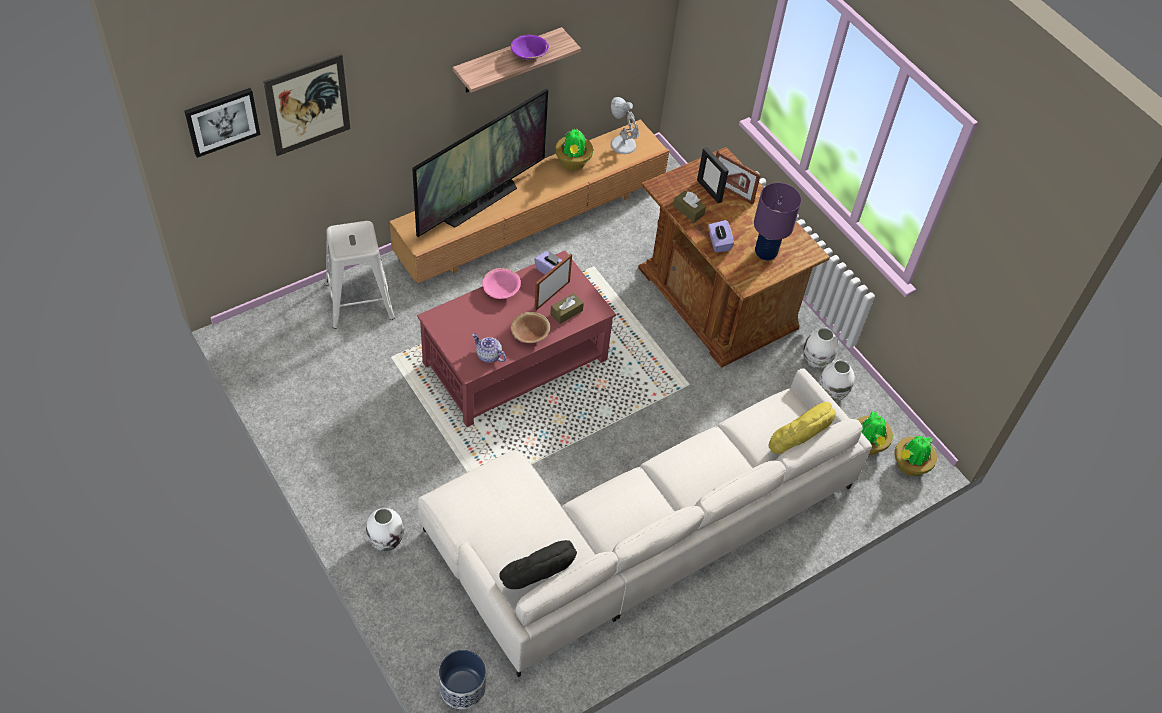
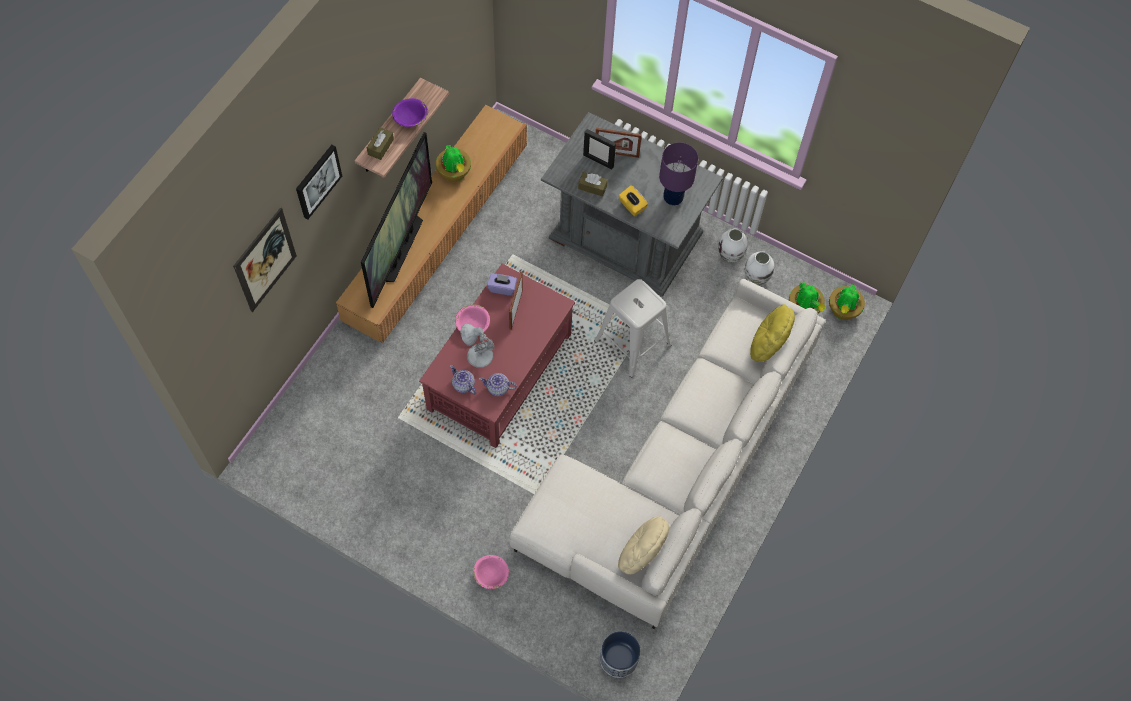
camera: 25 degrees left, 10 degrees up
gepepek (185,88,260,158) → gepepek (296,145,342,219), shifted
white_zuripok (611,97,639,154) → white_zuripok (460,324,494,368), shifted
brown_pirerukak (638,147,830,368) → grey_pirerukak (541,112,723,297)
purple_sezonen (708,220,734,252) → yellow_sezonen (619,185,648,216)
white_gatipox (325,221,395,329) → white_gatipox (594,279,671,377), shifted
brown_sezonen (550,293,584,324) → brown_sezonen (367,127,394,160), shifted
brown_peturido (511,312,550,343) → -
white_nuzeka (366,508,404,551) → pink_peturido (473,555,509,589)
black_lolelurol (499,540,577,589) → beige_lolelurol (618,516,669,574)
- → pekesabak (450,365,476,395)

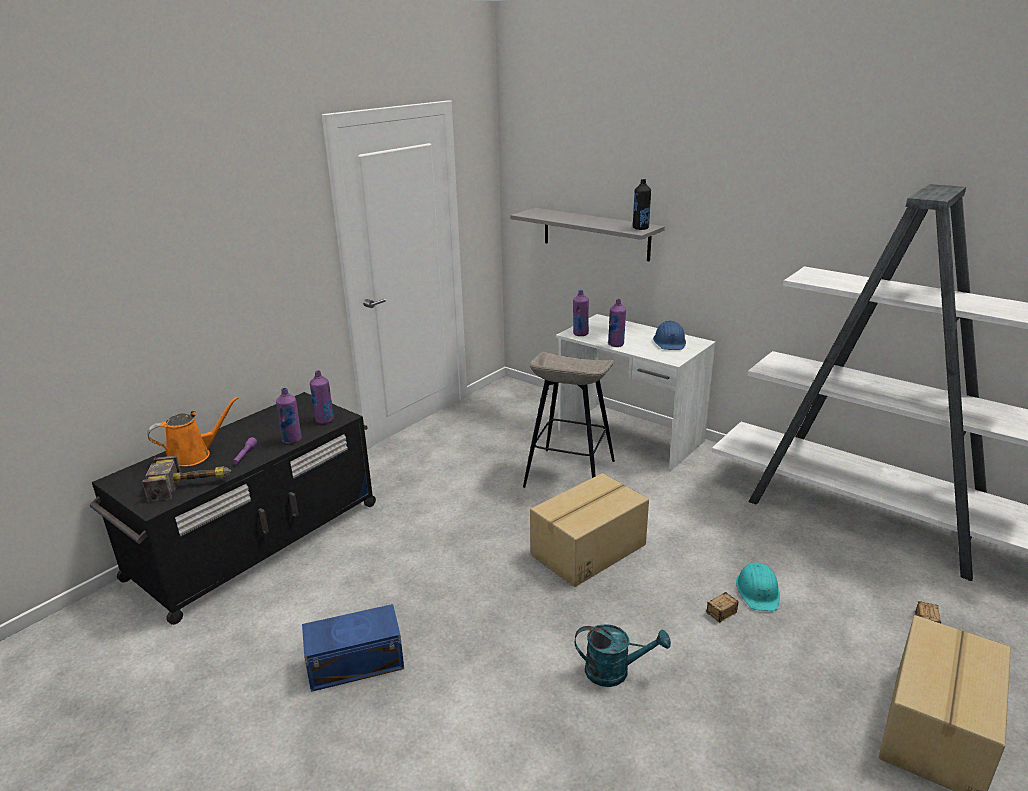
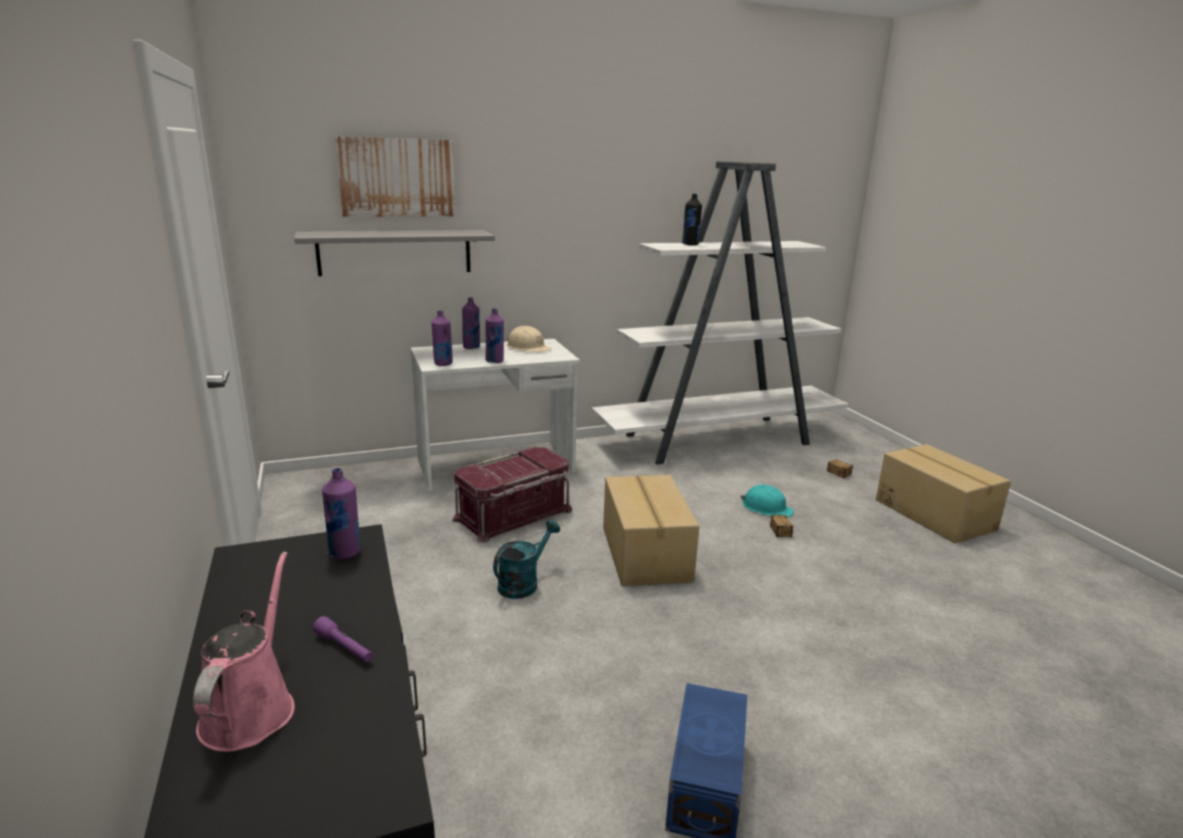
camera: 60 degrees left, 5 degrees down
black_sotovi (633,179,651,230) → black_sotovi (682,194,702,246), shifted
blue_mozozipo (653,321,686,350) → beige_mozozipo (506,326,552,352)
grey_gatipox (523,352,615,488) → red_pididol (452,447,572,543)
purple_sotovi (276,388,302,444) → purple_sotovi (462,297,480,349), shifted
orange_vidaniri (147,396,238,467) → pink_vidaniri (193,552,295,752)
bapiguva (142,456,231,502) → -
turquoise_vidaniri (575,624,671,687) → turquoise_vidaniri (493,520,560,599), shifted
- → gepepek (335,136,456,217)

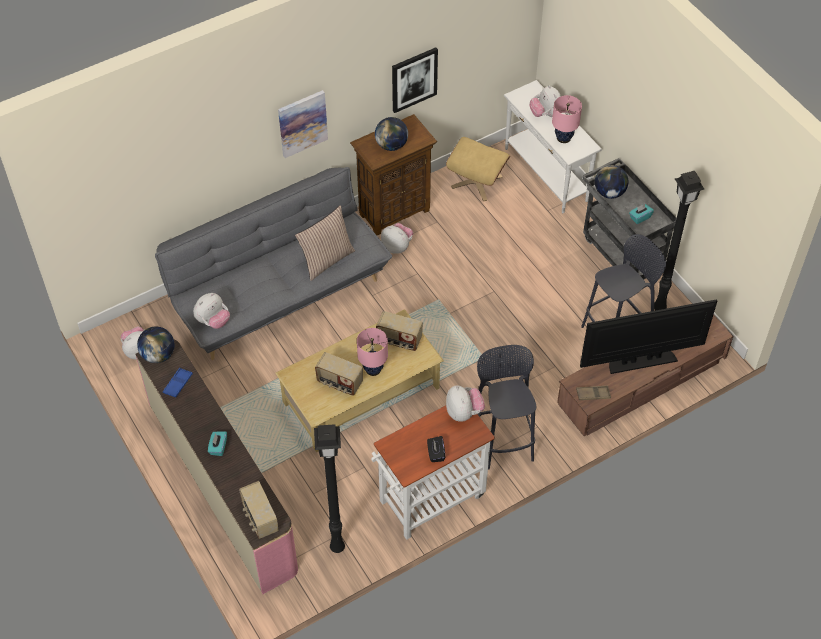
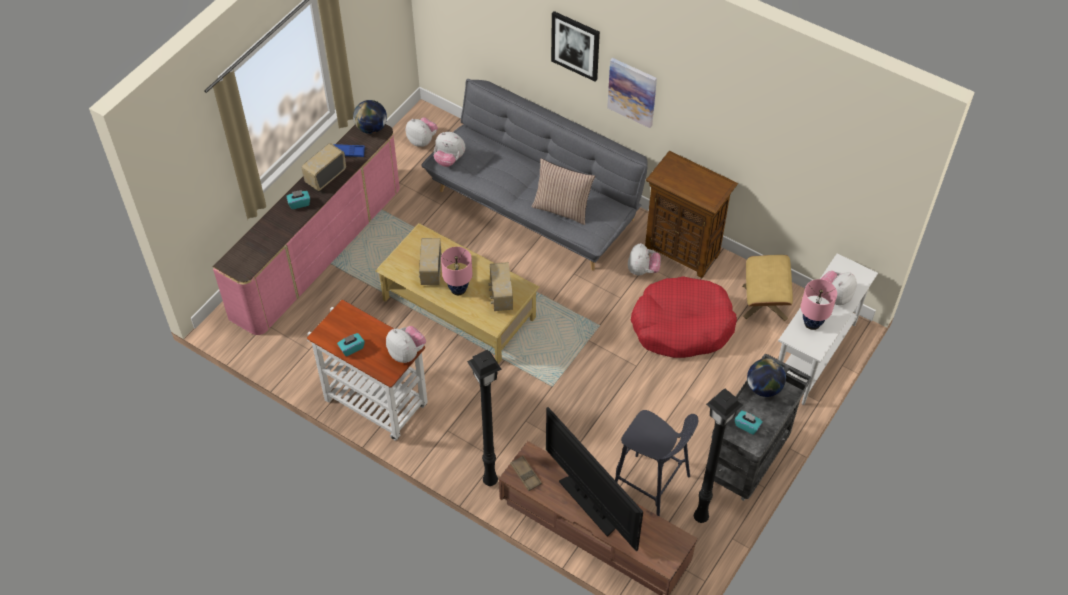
camera: 65 degrees right, 0 degrees up
gepepek (392,47,438,113) → gepepek (551,11,600,82), shifted
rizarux (375,117,408,151) → -
grey_gatipox (477,345,536,470) → -
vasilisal (446,385,485,422) → vasilisal (386,326,426,363), 90 degrees counterclockwise
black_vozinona (314,424,345,553) → black_vozinona (467,349,502,486), shifted
black_sezonen (427,436,445,462) → turquoise_sezonen (337,333,365,356)
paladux (239,481,279,539) → paladux (302,143,346,191), shifted
- → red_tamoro (630,276,737,358)

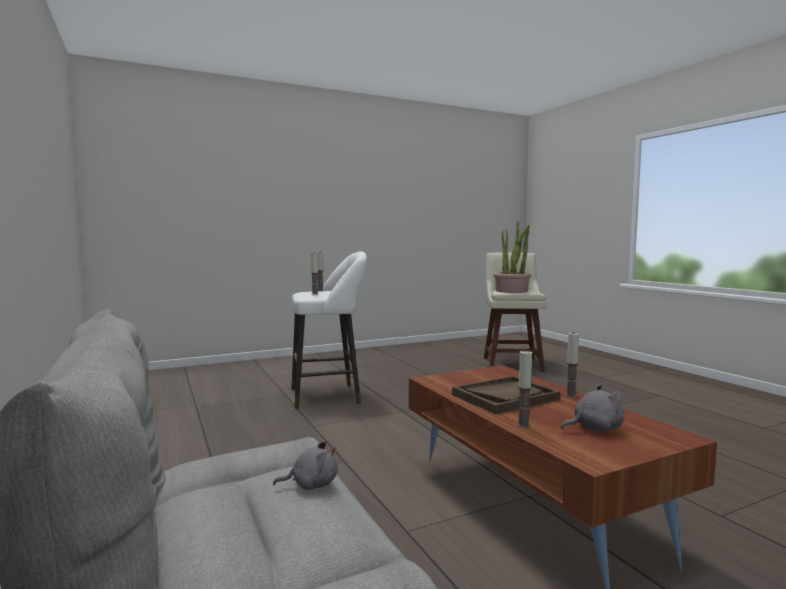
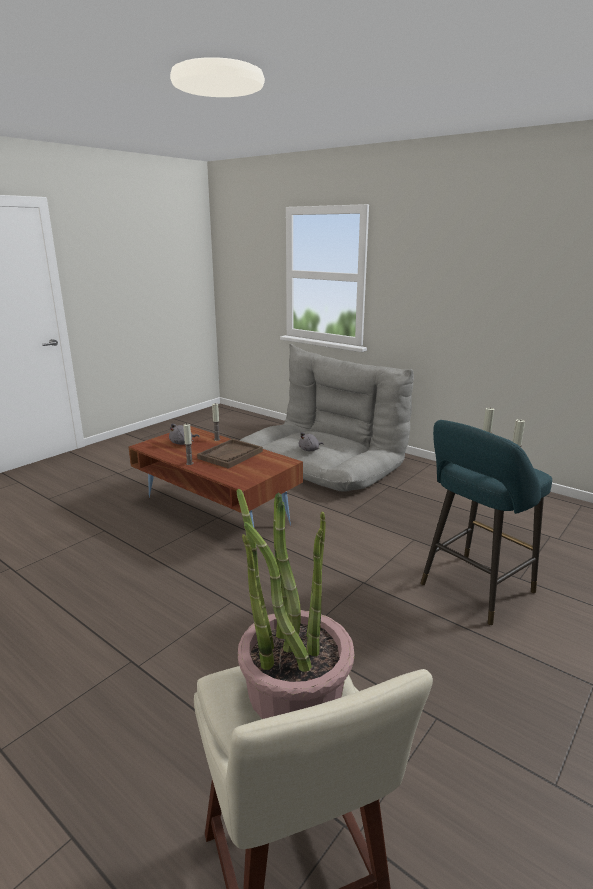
camera: 155 degrees right, 15 degrees up
white_gatipox (291,251,367,409) → turquoise_gatipox (420,420,552,625)

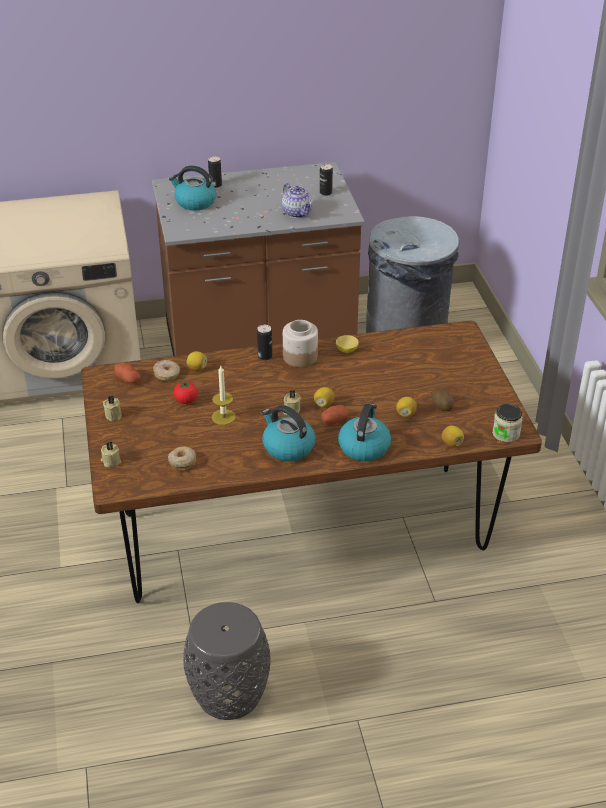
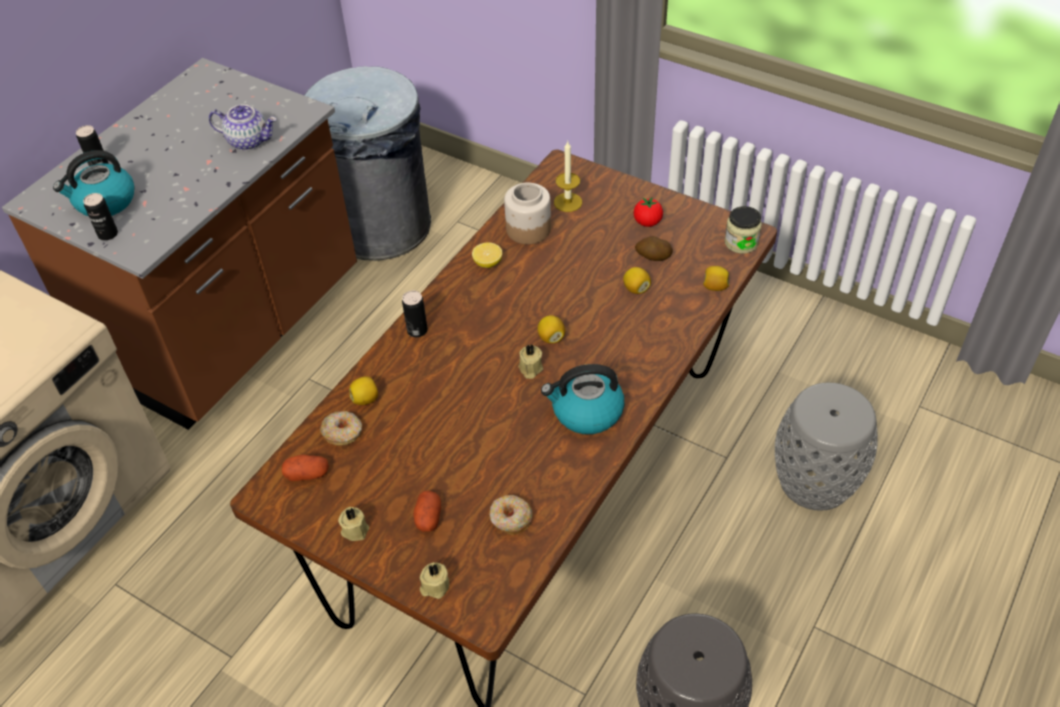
camera: 45 degrees left, 10 degrees up
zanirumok (320,164,333,196) → zanirumok (83,193,118,240), shifted
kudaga (283,320,318,367) → kudaga (504,182,551,244), shifted
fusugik (212,366,236,425) → fusugik (554,141,582,212), shifted
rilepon (174,379,198,404) → rilepon (633,197,663,227), shifted
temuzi (338,404,391,461) → -
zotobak (321,405,349,426) → zotobak (413,491,441,532), shifted
- → grey_gatipox (775,383,878,511)

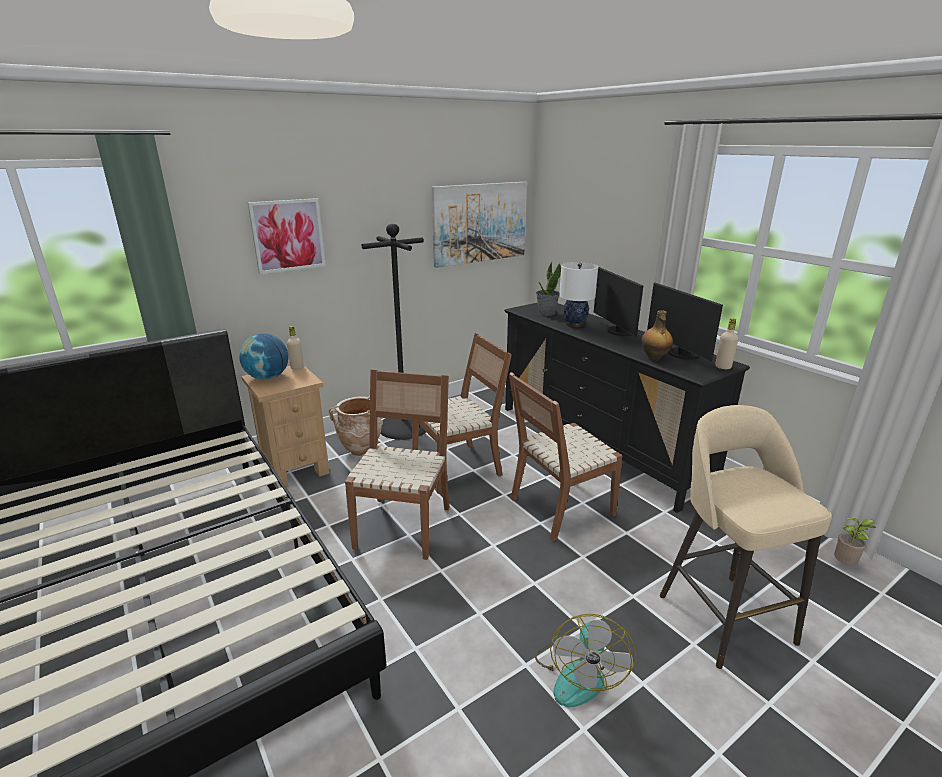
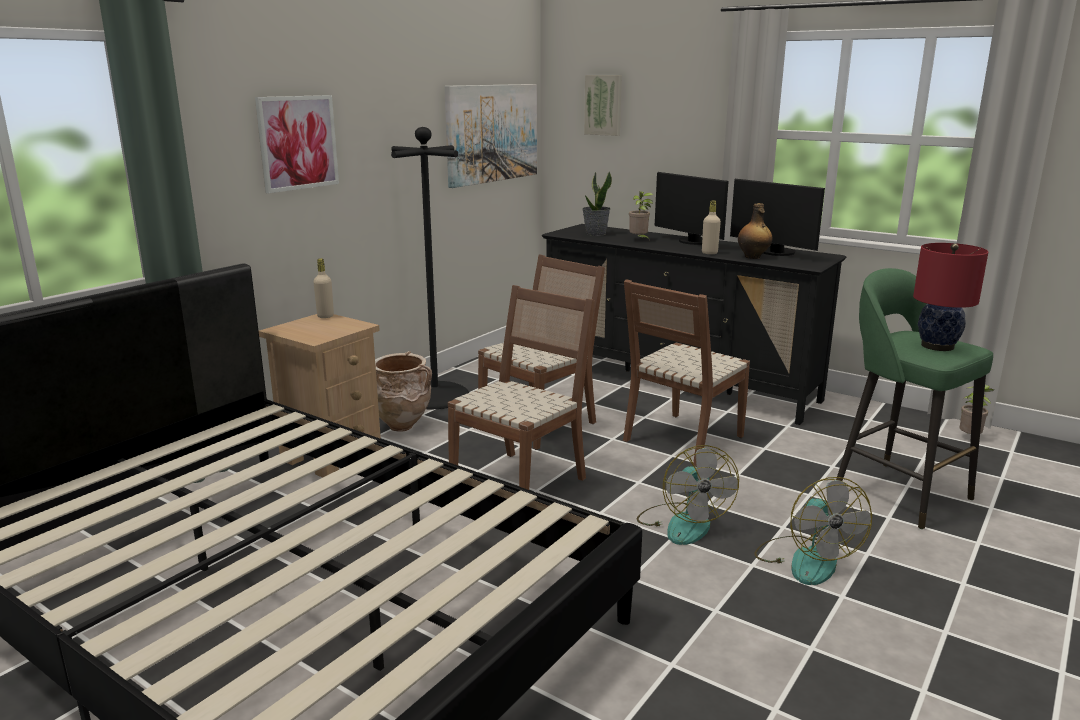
camera: 20 degrees left, 5 degrees down
white_zuripok (559,262,598,328) → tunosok (629,191,653,240)
beige_sotovi (715,318,738,369) → beige_sotovi (702,201,721,254), shifted
rizarux (239,333,289,380) → -
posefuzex (345,370,450,560) → posefuzex (448,285,595,490), 45 degrees clockwise
beige_gatipox (660,405,832,669) → green_gatipox (836,268,993,529)
- → gepepek (584,75,622,136)
- → red_zuripok (913,243,988,351)
- → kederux (637,445,739,545)

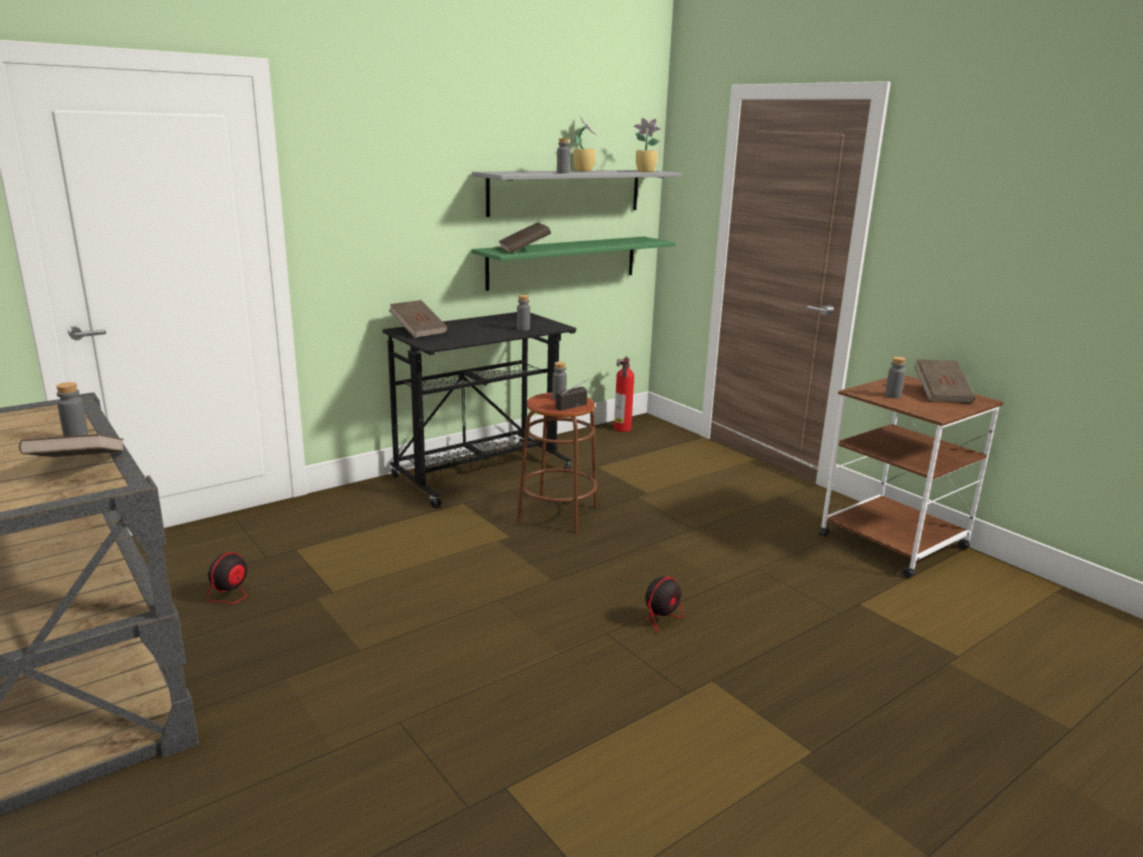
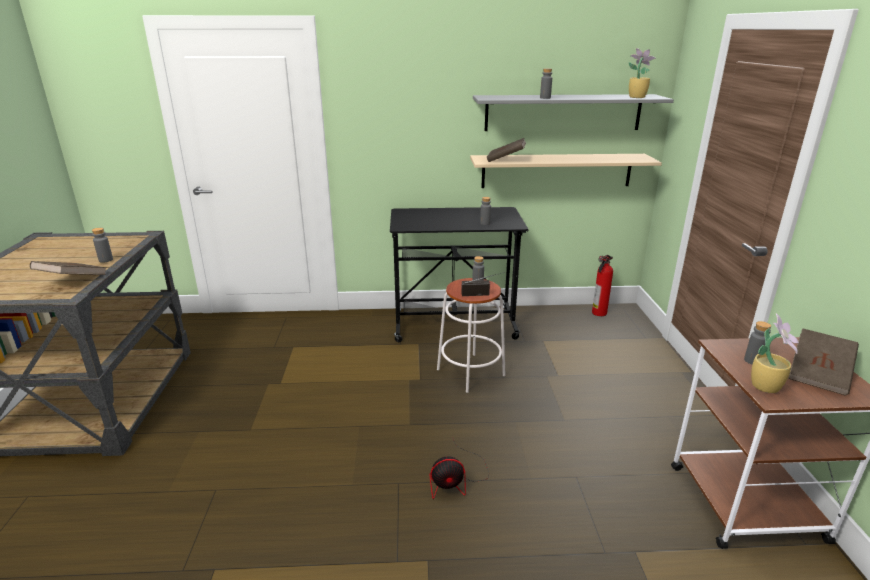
camera: 35 degrees right, 5 degrees up
tunosok (573,116,597,171) → tunosok (751,314,799,393), shifted
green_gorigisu (471,237,676,291) → beige_gorigisu (470,154,662,188)
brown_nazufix (389,300,448,338) → -
brown_gatipox (517,393,597,534) → white_gatipox (437,278,506,393)
kederux (196,552,281,637) → -

